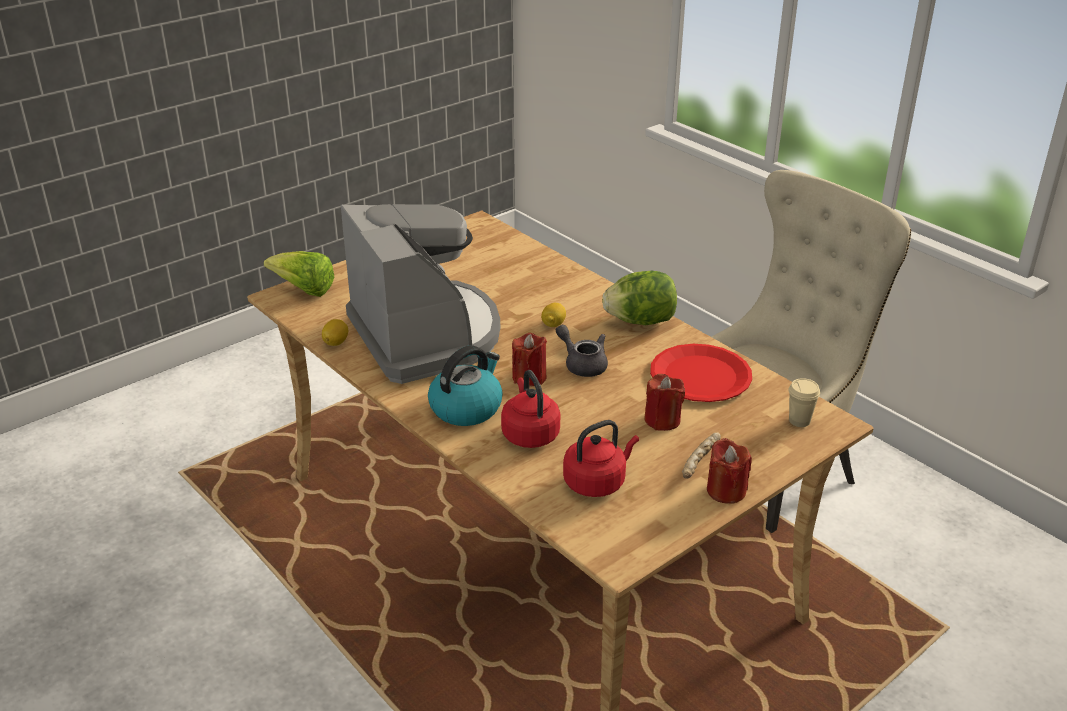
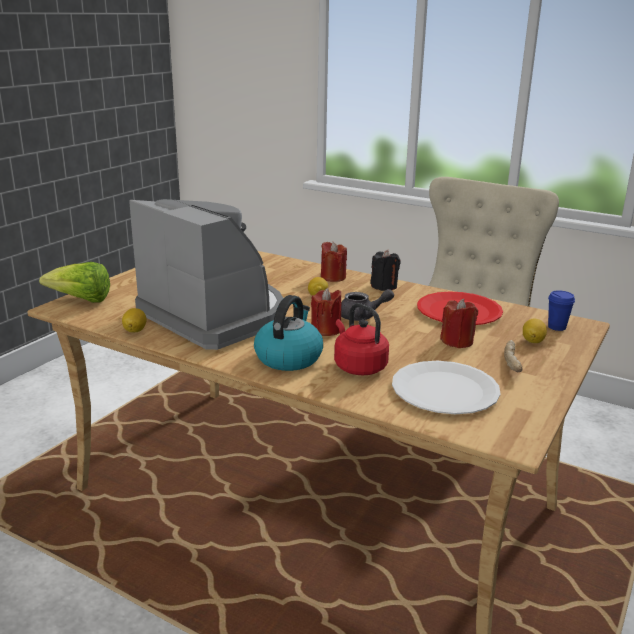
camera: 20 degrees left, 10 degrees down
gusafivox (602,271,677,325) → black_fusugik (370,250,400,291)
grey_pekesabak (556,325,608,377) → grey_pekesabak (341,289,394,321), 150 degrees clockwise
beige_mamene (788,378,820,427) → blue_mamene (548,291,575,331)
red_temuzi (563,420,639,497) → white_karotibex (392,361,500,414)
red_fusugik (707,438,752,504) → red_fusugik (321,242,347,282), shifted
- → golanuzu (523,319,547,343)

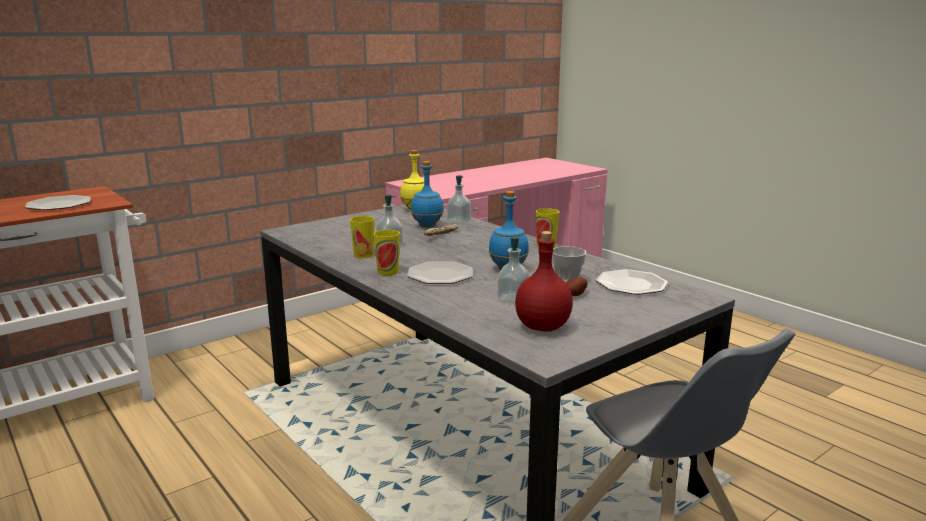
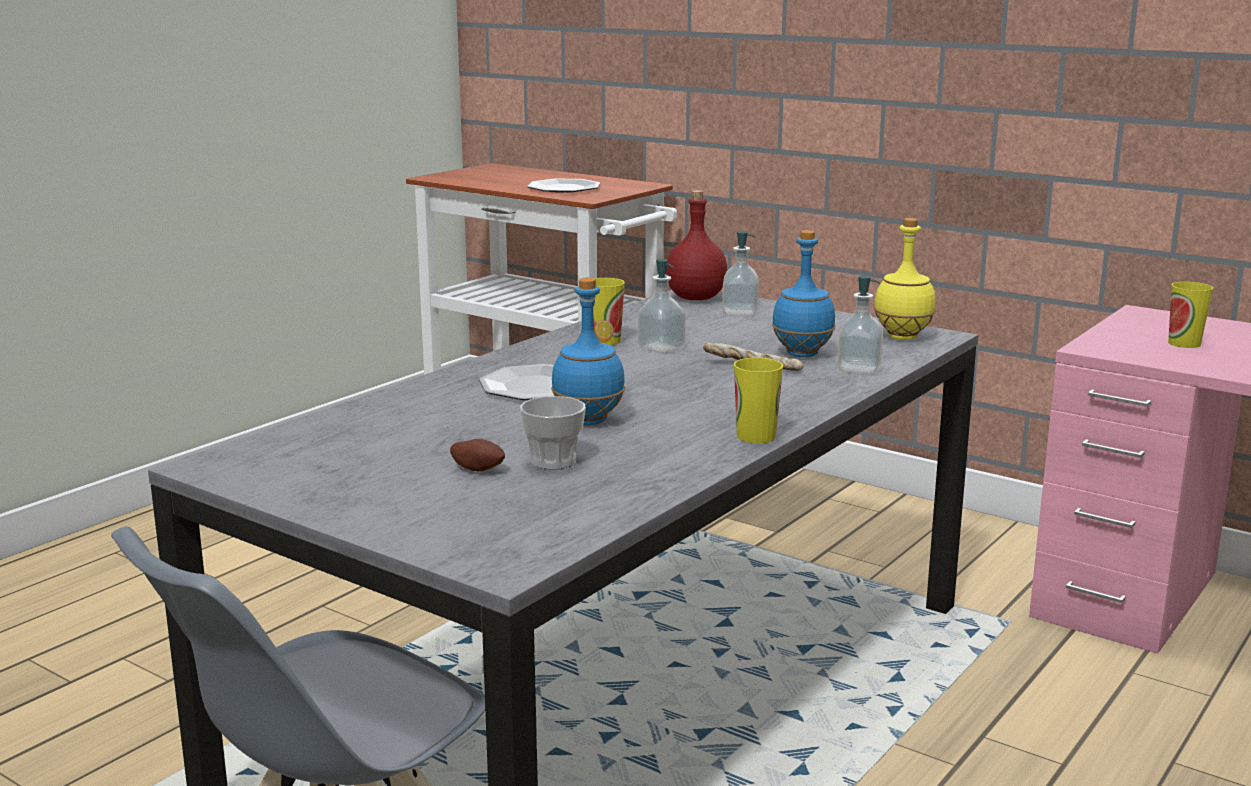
camera: 75 degrees right, 0 degrees up
mamene (373,230,400,276) → mamene (1168,282,1213,348), shifted
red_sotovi (515,231,573,331) → red_sotovi (666,190,728,300), shifted
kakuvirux (497,236,530,304) → kakuvirux (722,231,759,316), shifted
karotibex (596,269,668,295) → -

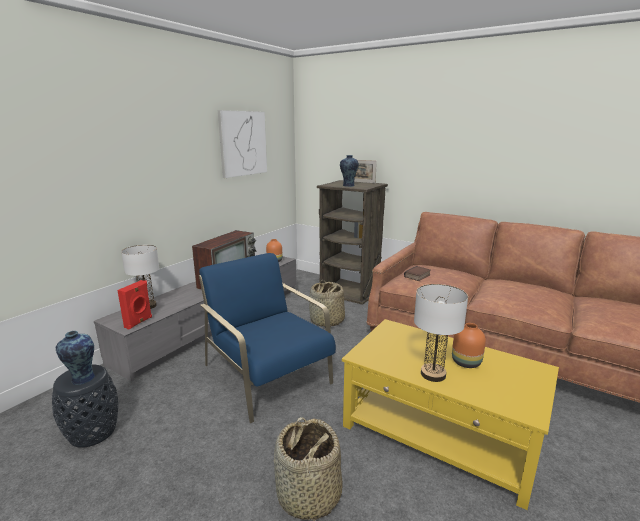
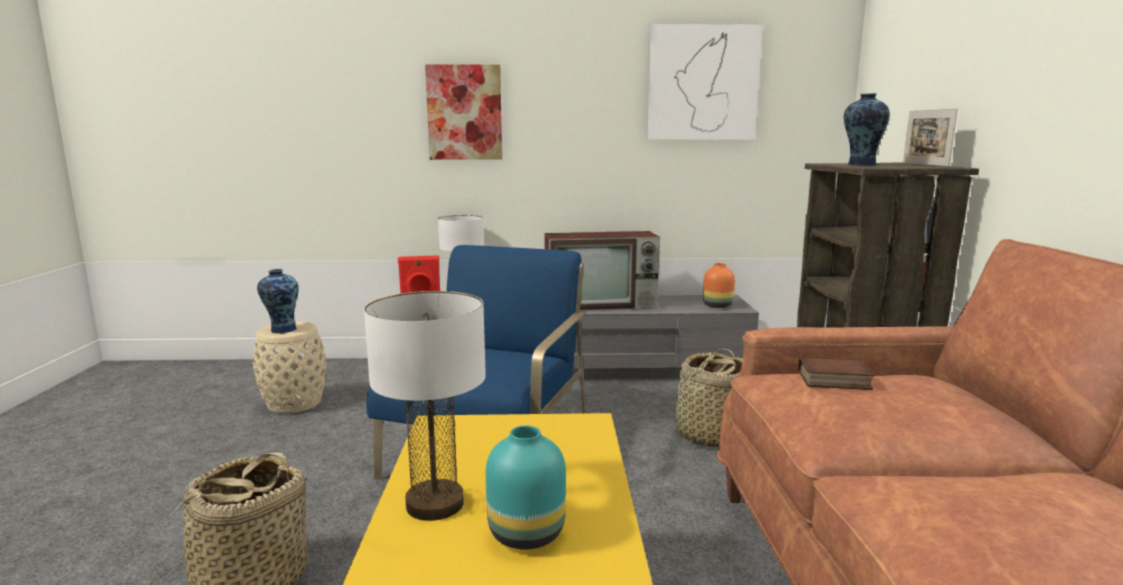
camera: 55 degrees right, 5 degrees down
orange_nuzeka (452,323,486,368) → turquoise_nuzeka (486,426,566,550)
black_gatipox (52,364,118,448) → beige_gatipox (253,321,326,414)
- → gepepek (425,64,502,160)

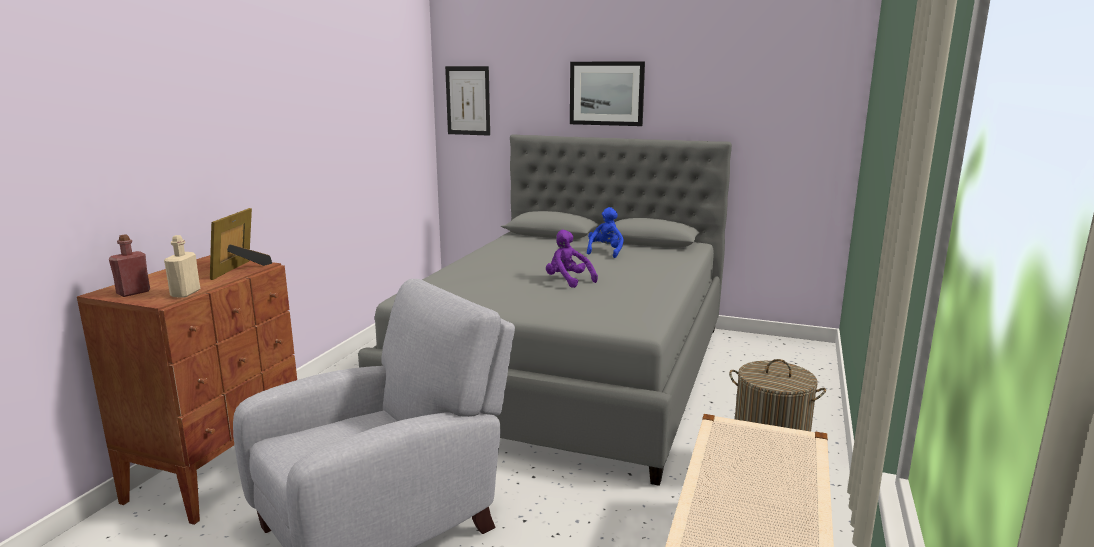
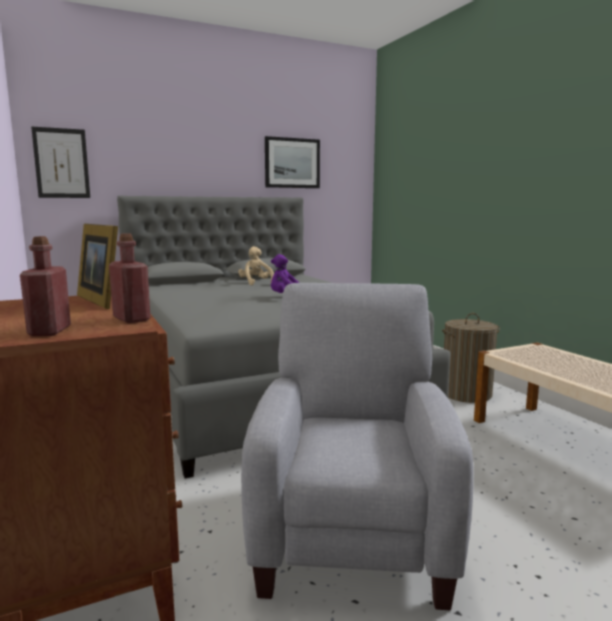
camera: 45 degrees left, 5 degrees down
gepepek (570,61,645,126) → gepepek (265,136,320,188), shifted
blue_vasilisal (587,207,624,258) → beige_vasilisal (238,246,274,285)
beige_sotovi (164,235,200,298) → red_sotovi (109,233,151,323)

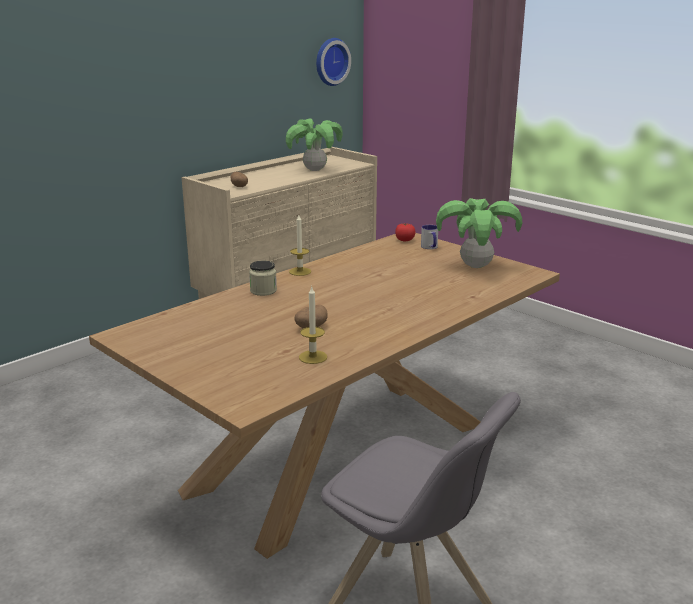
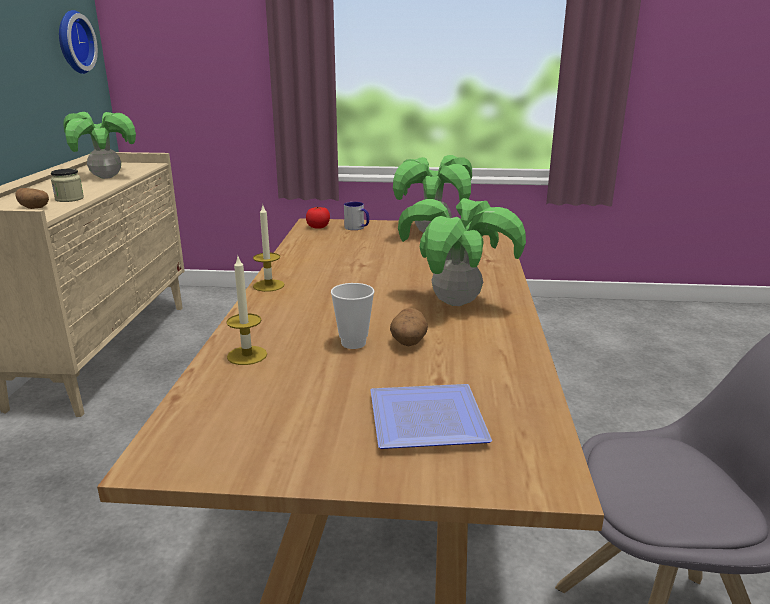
camera: 40 degrees left, 0 degrees up
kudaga (249,261,277,296) → kudaga (51,168,84,202), shifted
fusugik (299,287,327,364) → fusugik (226,257,267,365), shifted
- → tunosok (398,198,526,306)
- → mamene (331,283,374,349)
- → karotibex (370,384,492,449)

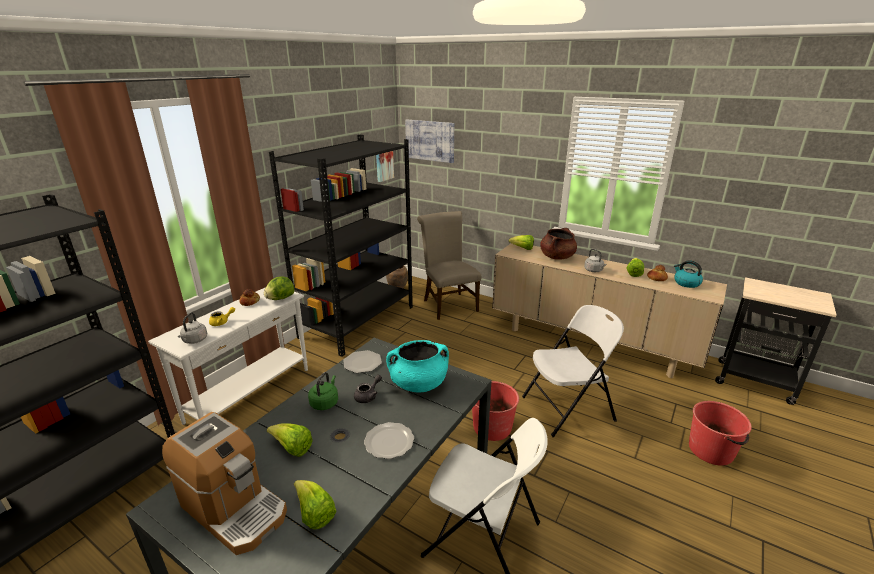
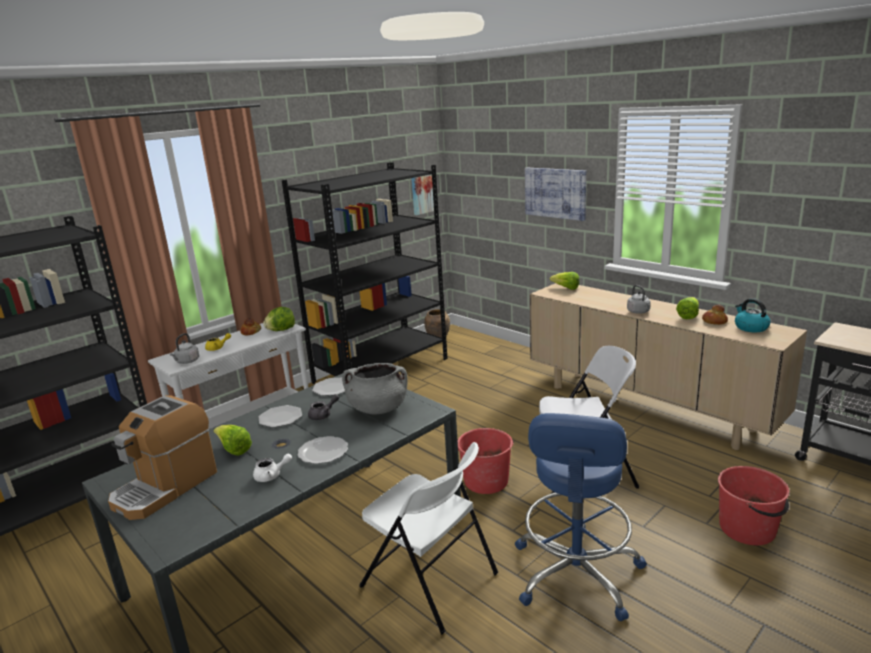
camera: 15 degrees right, 5 degrees down
gepepek (405,120,454,163) → gepepek (525,168,586,221), shifted
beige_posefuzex (417,211,481,320) → -
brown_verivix (540,228,577,260) → -
turquoise_verivix (386,340,449,392) → grey_verivix (342,363,408,415)
green_temuzi (308,372,338,410) → karotibex (259,405,302,428)
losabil (162,412,287,555) → losabil (108,396,217,520), 75 degrees clockwise
gusafivox (294,480,337,529) → -
- → blue_gatipox (515,413,647,621)
- → white_pekesabak (253,454,292,482)

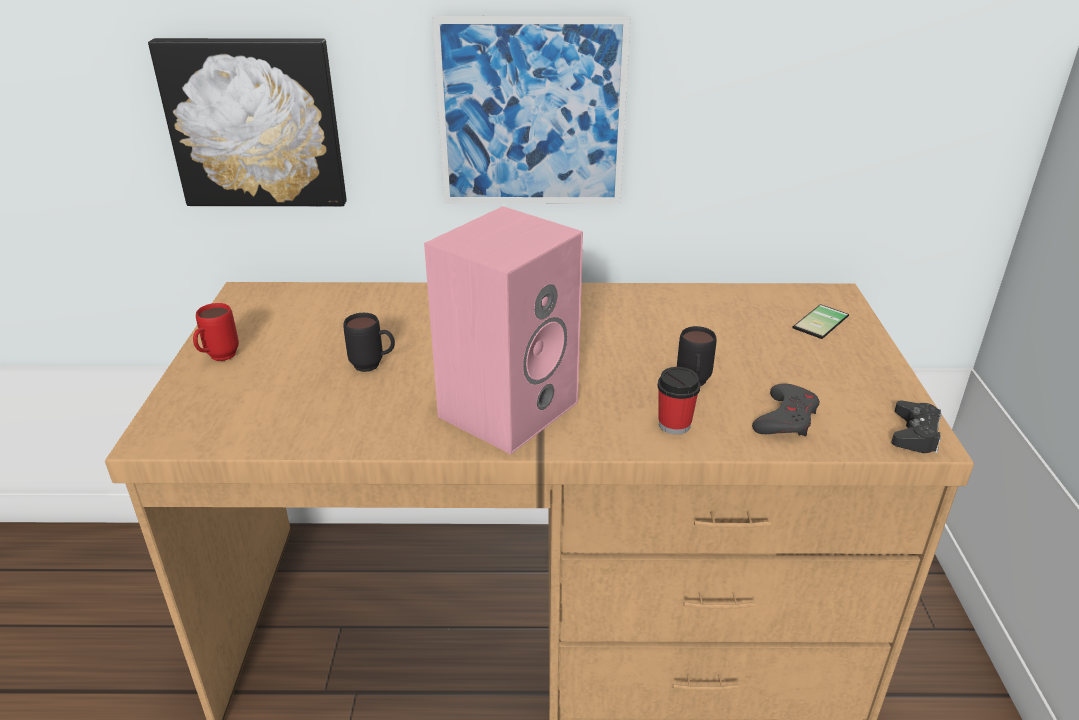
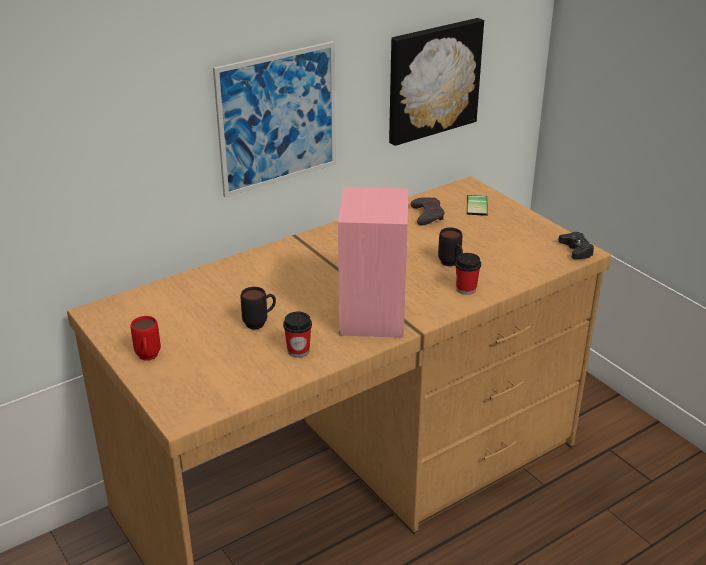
camera: 35 degrees left, 0 degrees up
gepepek (148,38,347,207) → gepepek (389,18,484,146), shifted
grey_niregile (752,384,820,436) → grey_niregile (411,197,445,226), shifted
- → mamene (283,312,312,358)

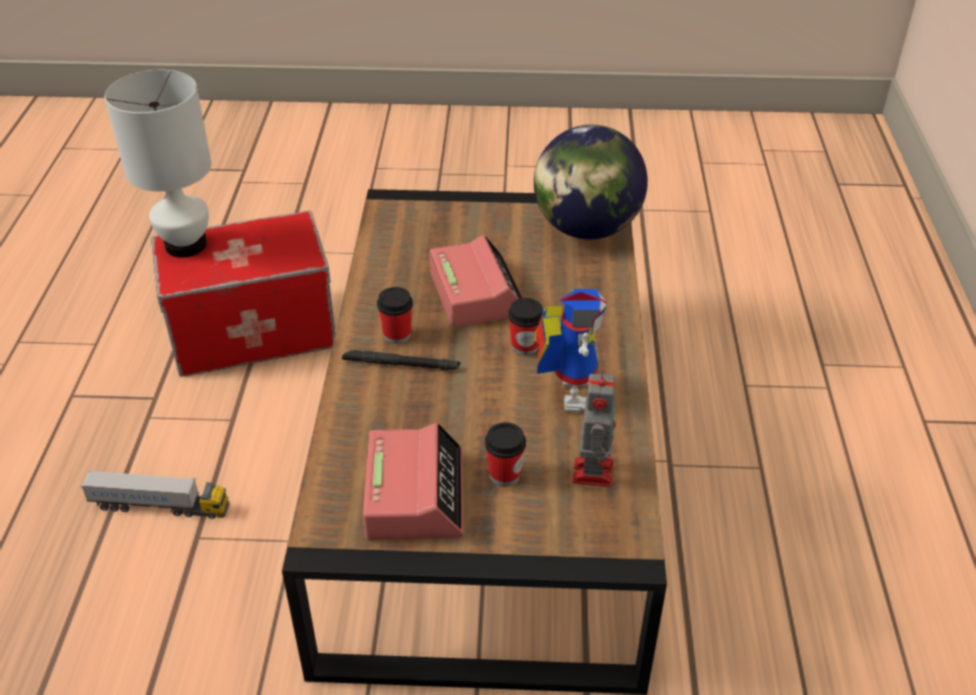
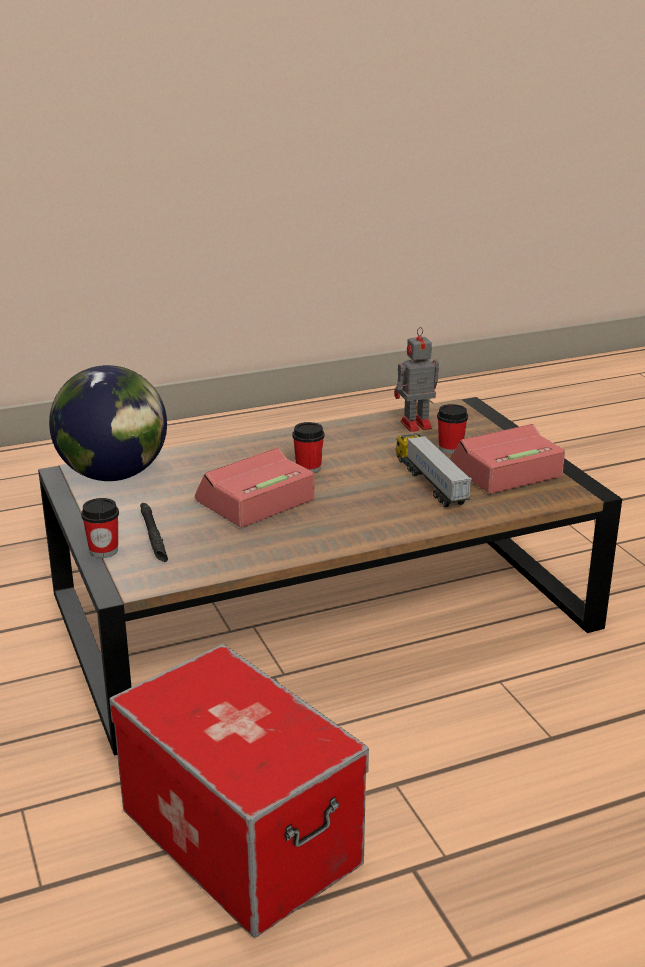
camera: 115 degrees left, 15 degrees down
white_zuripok (105,70,211,258) → -
mamene (377,287,413,344) → mamene (81,498,119,558), shifted
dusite (534,289,607,413) → -
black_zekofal (342,350,460,370) → black_zekofal (140,503,168,562), shifted
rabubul (81,470,229,519) → rabubul (396,433,472,508), shifted

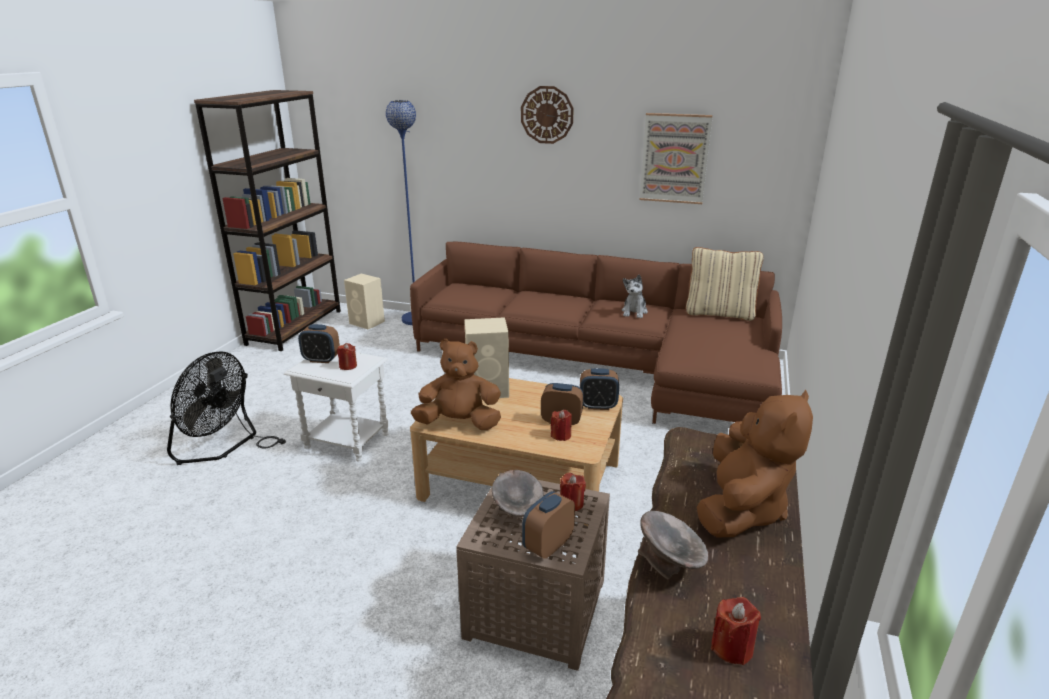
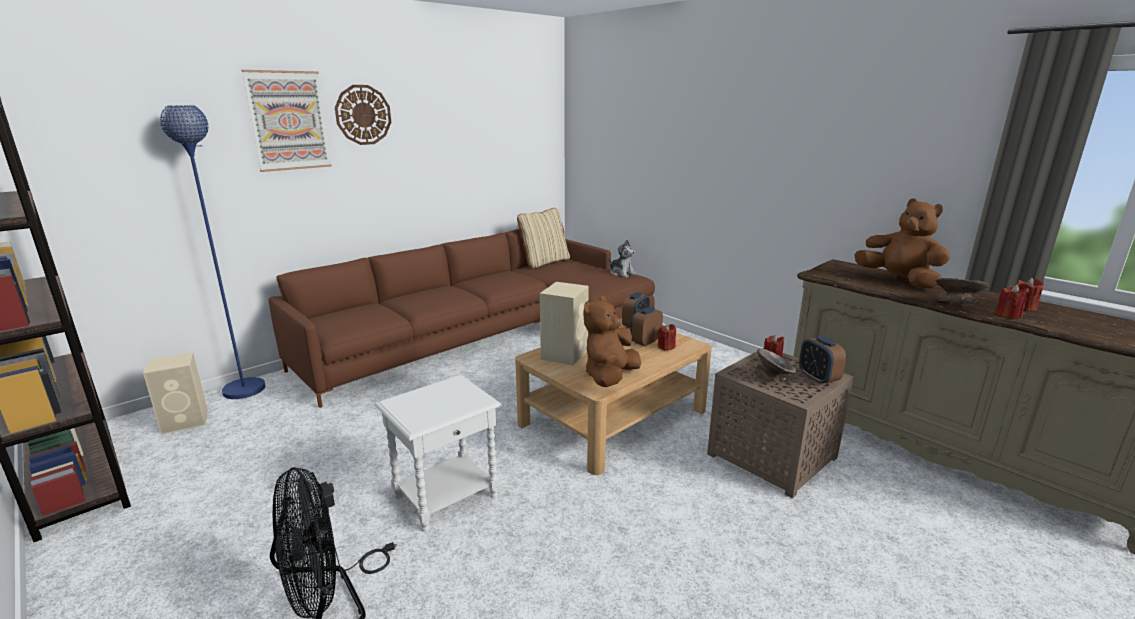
camera: 60 degrees left, 5 degrees down
gepepek (639,113,713,204) → gepepek (242,70,332,172), shifted
vasilisal (622,274,648,318) → vasilisal (608,240,636,278), shifted
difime (298,324,340,363) → -
red_fusugik (337,343,357,370) → red_fusugik (995,284,1029,319), shifted

